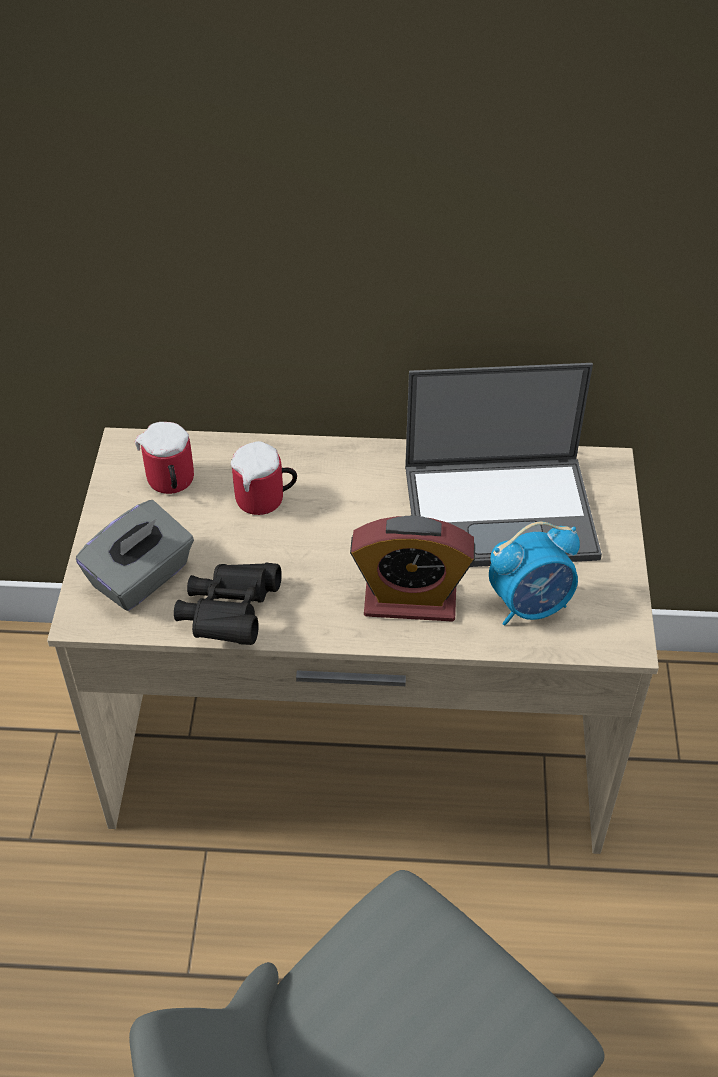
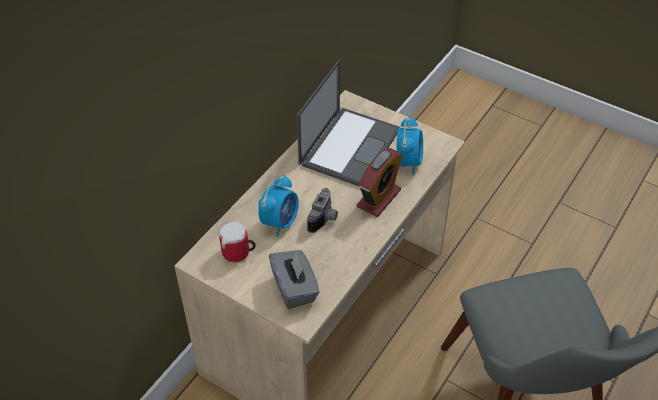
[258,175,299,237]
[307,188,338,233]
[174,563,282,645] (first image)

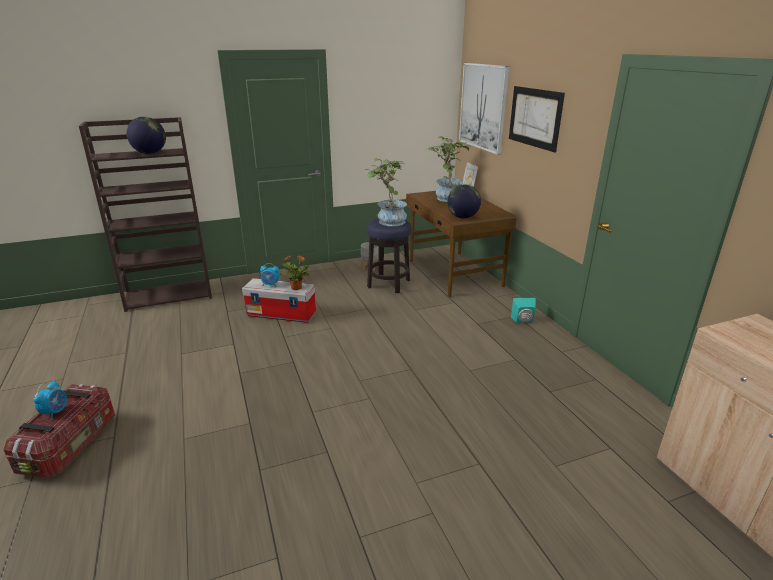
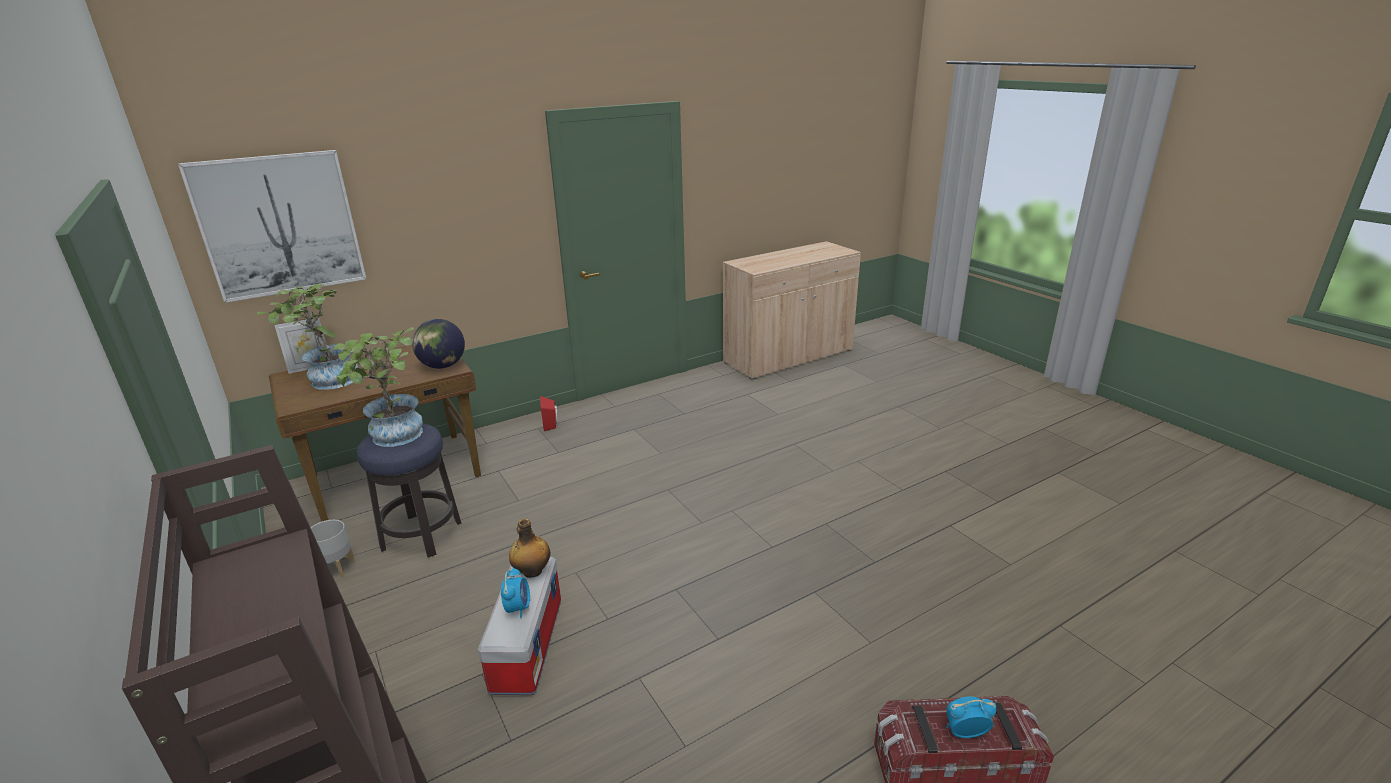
[509,518,550,578]
[540,396,557,431]
[126,117,166,154] (first image)
[509,86,565,153] (first image)

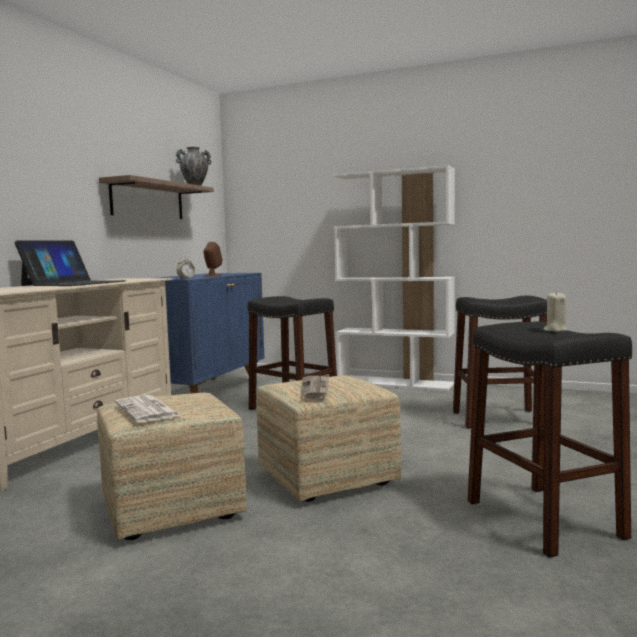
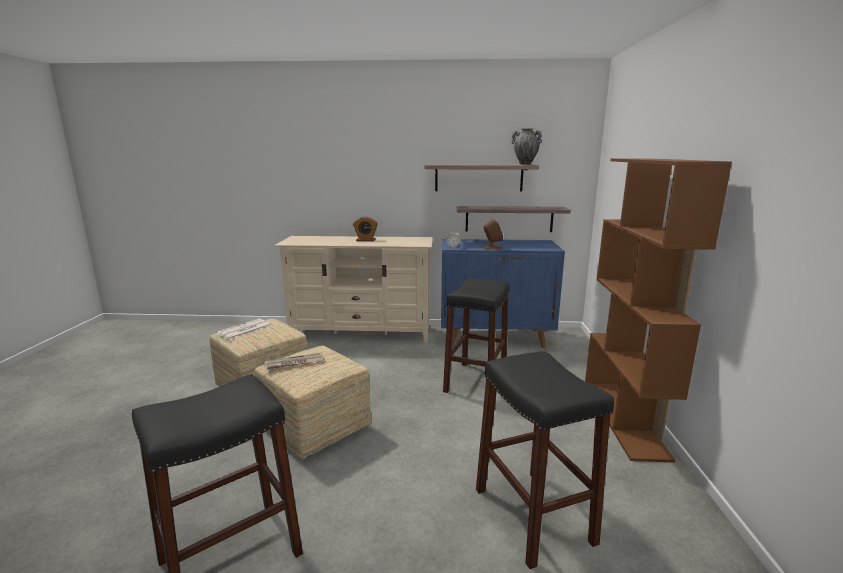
[353,216,378,241]
[457,206,571,232]
[585,158,732,462]
[544,291,567,332] (first image)

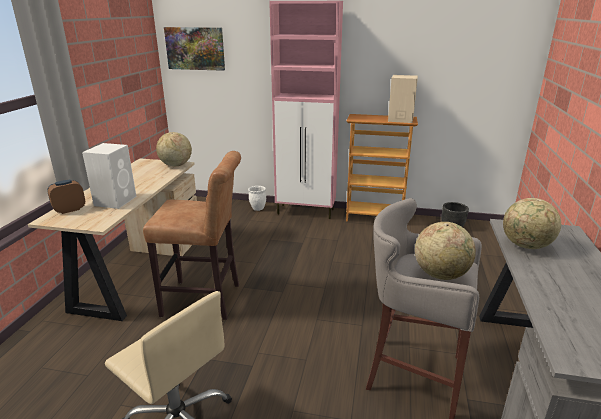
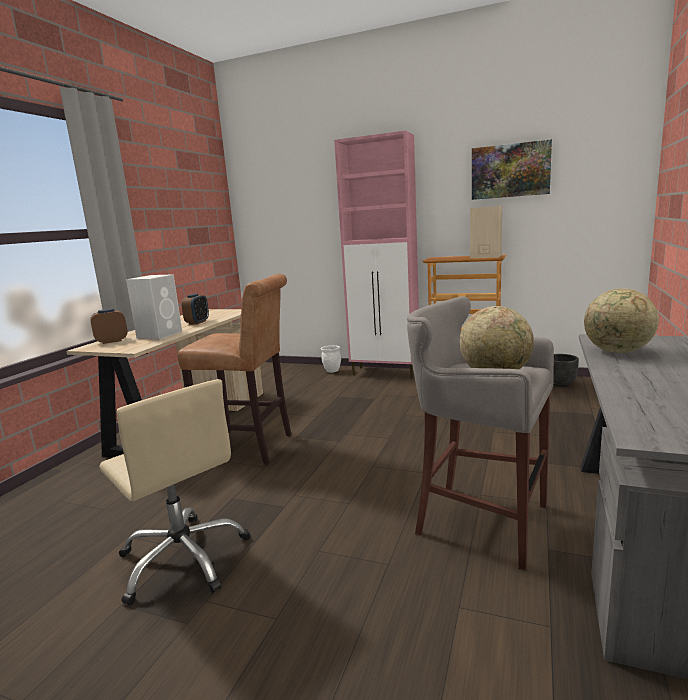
[182,294,209,324]
[472,139,552,200]
[156,132,192,166] (first image)

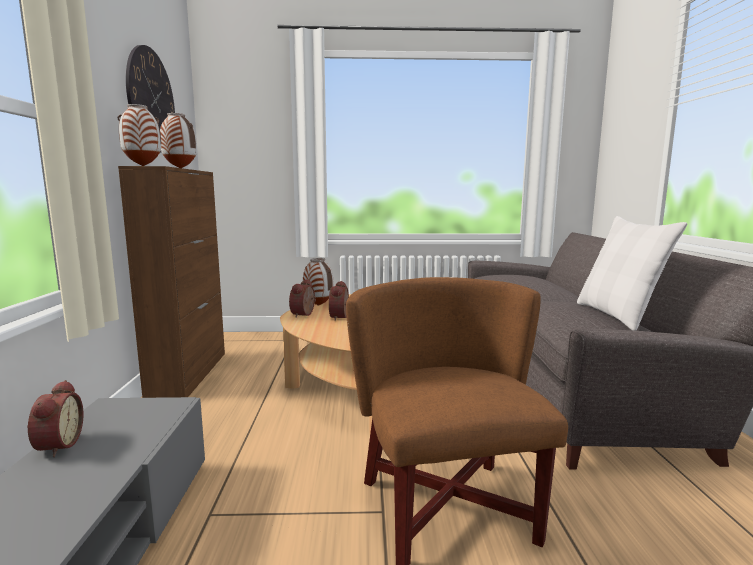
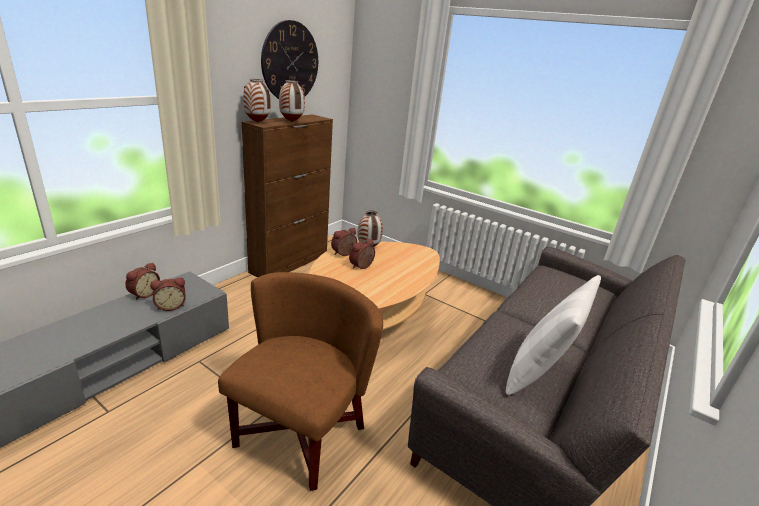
[150,278,186,311]

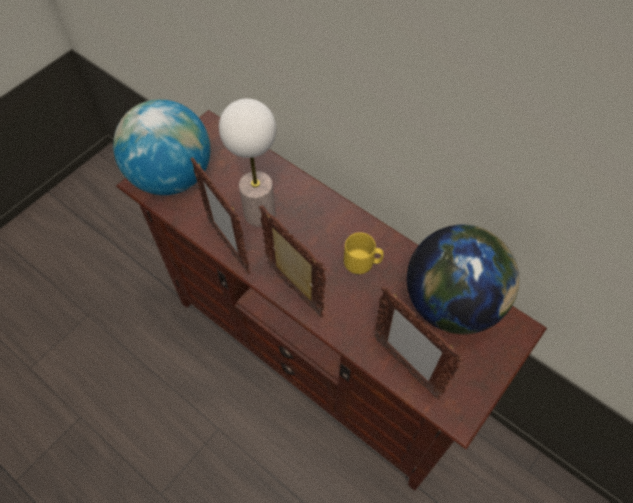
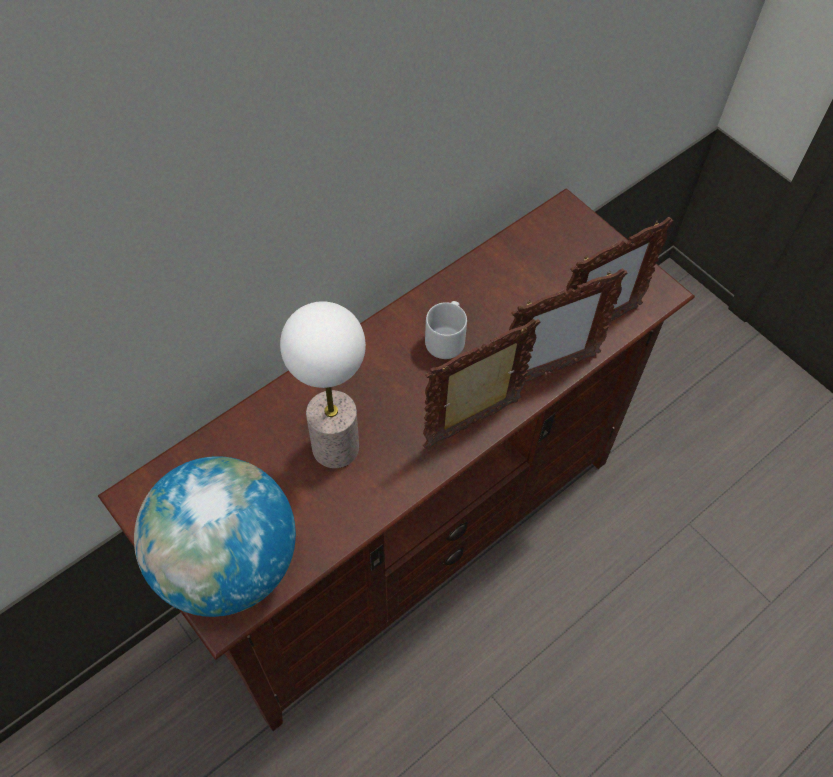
[425,301,467,359]
[509,268,627,382]
[407,225,519,334] (first image)

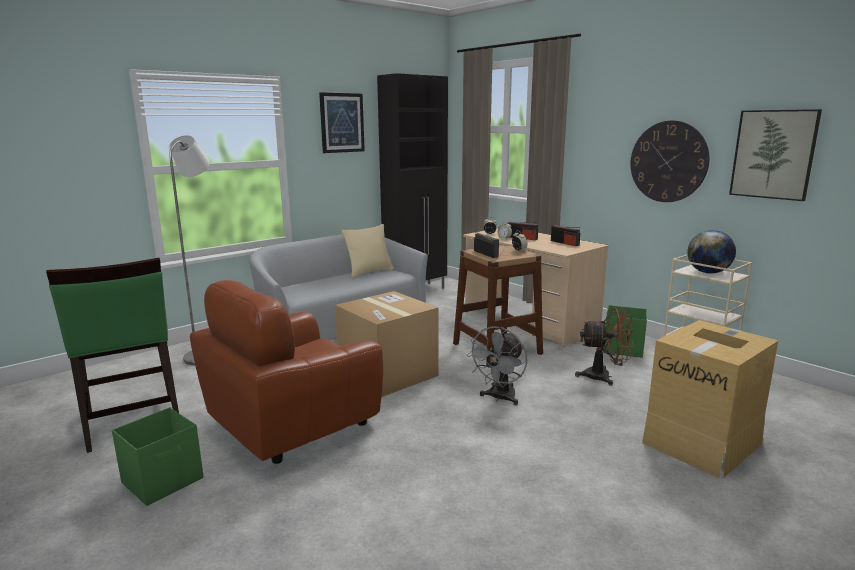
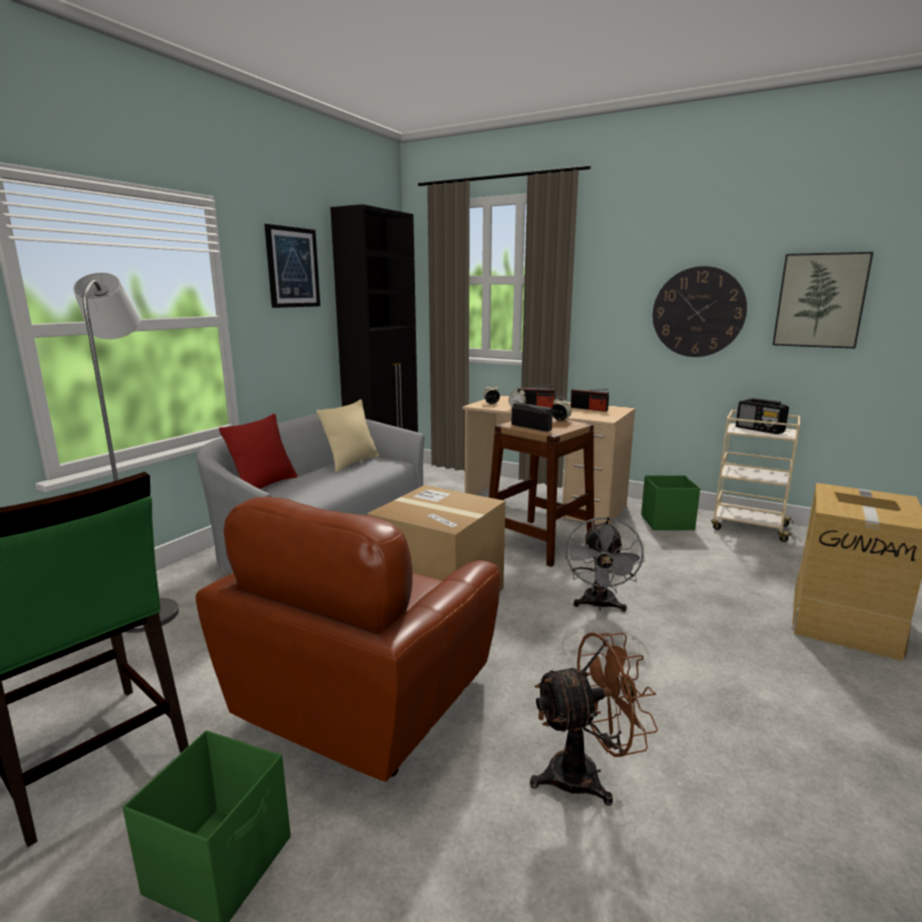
[219,414,297,489]
[530,632,658,806]
[736,398,789,434]

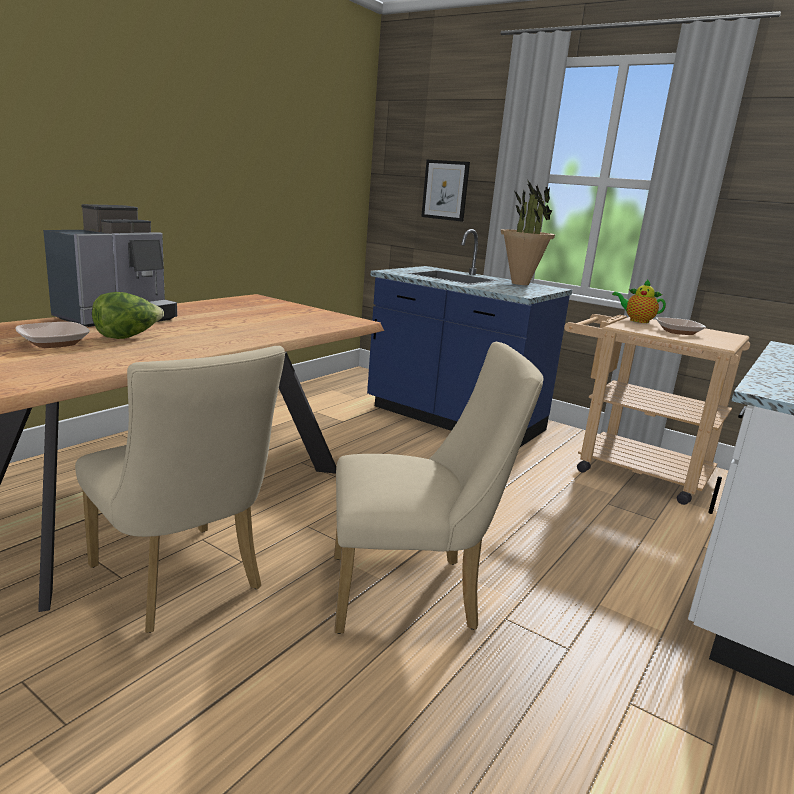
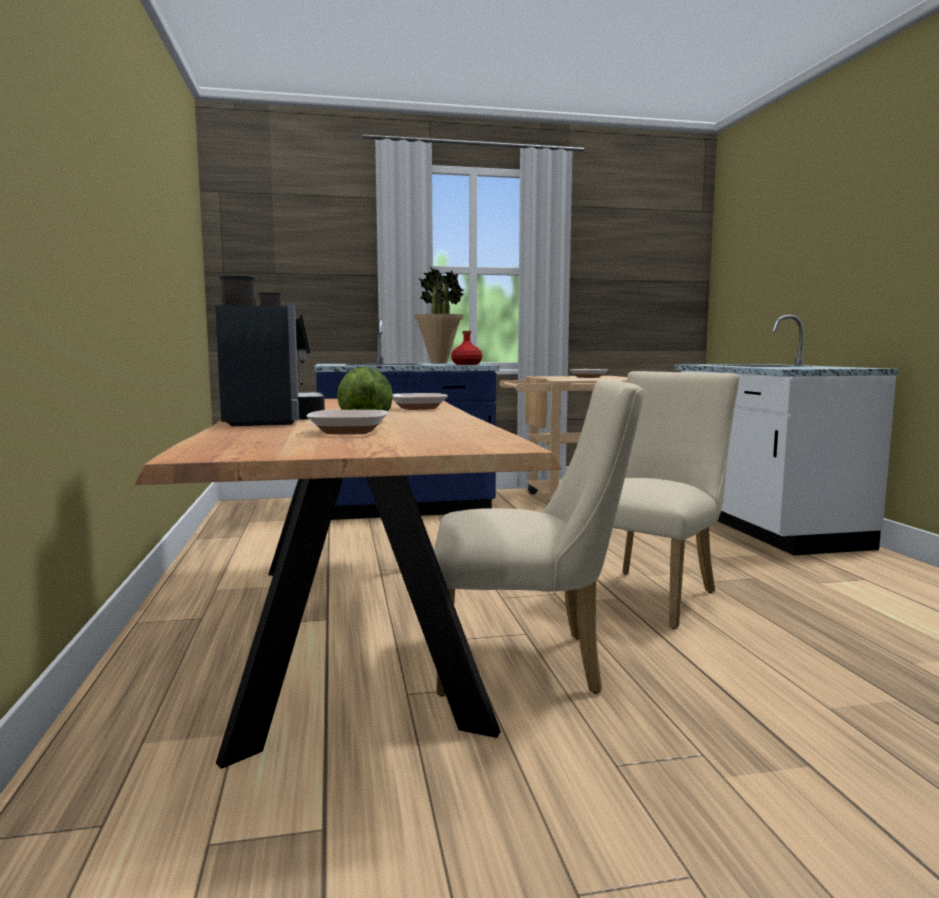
[393,393,448,410]
[451,330,482,365]
[421,160,470,222] (first image)
[612,279,666,323] (first image)

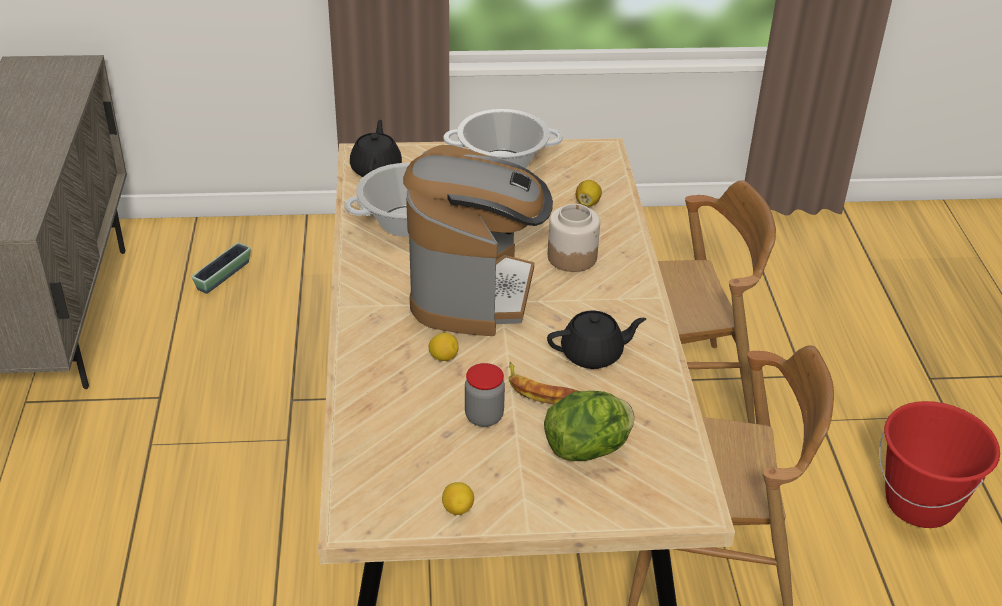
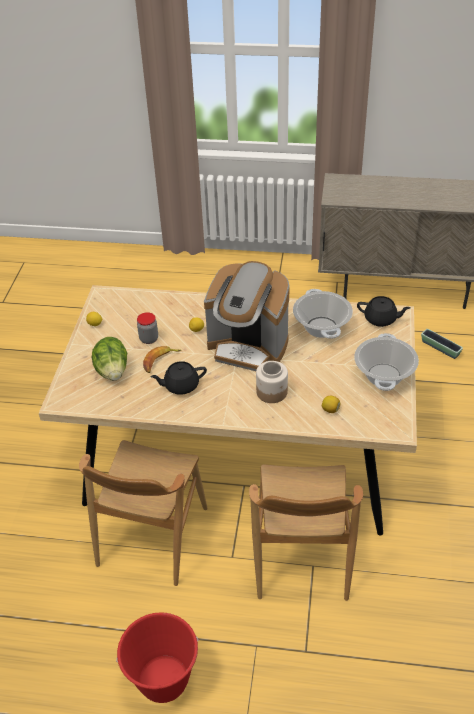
[150,361,207,395]

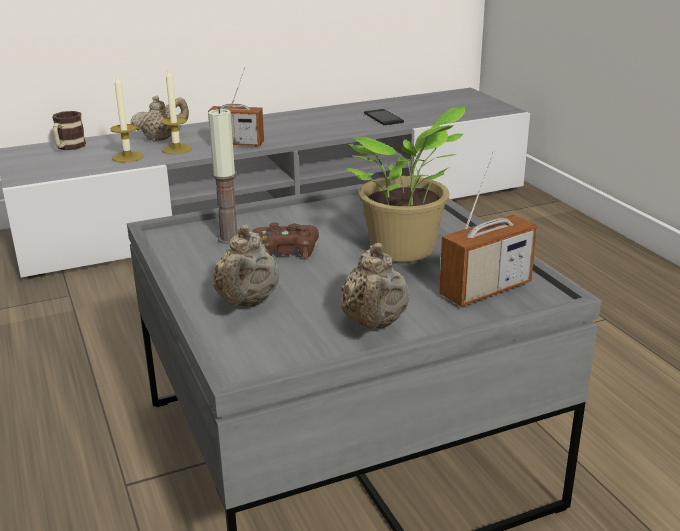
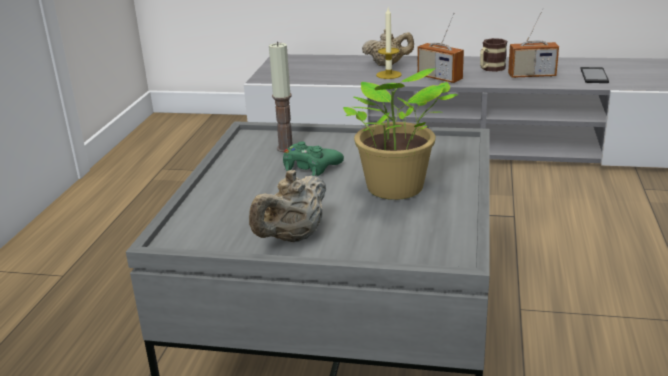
[283,142,344,176]
[480,38,507,72]
[508,8,559,78]
[110,76,143,163] (first image)
[213,225,279,306] (first image)

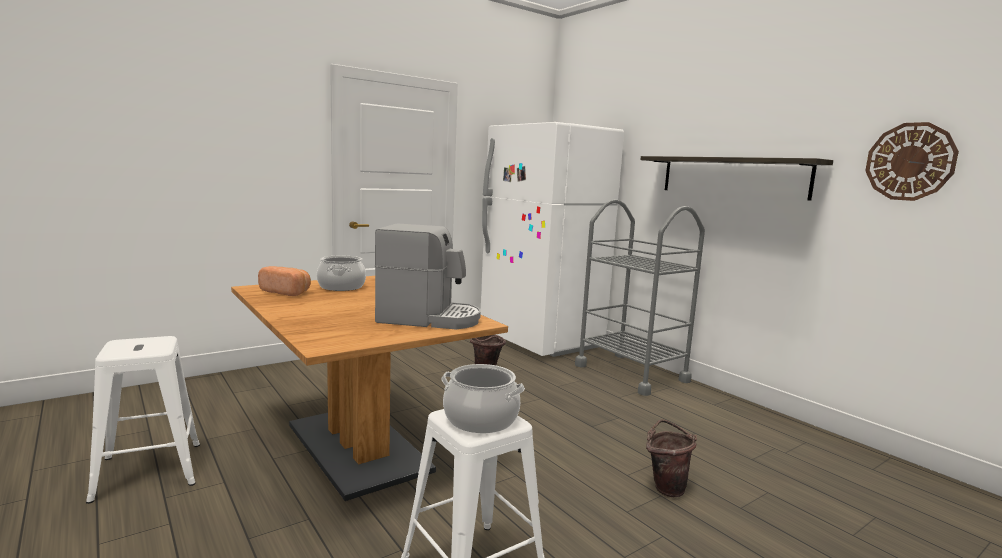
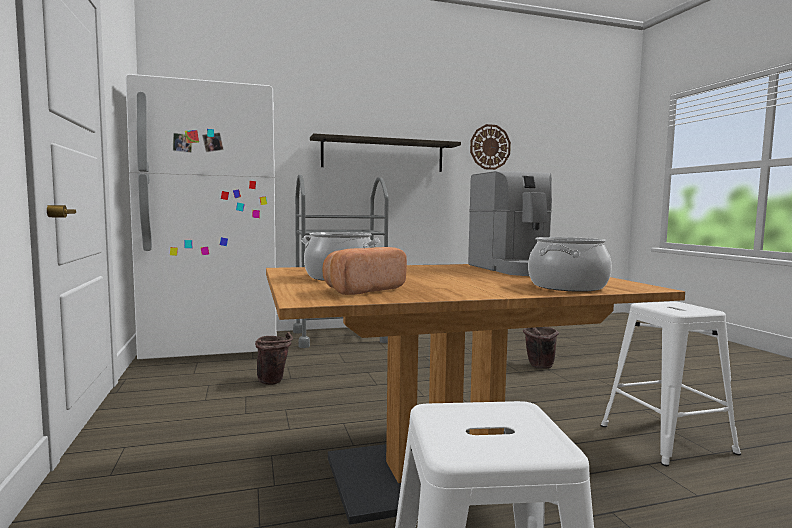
[468,171,552,276]
[528,237,612,292]

